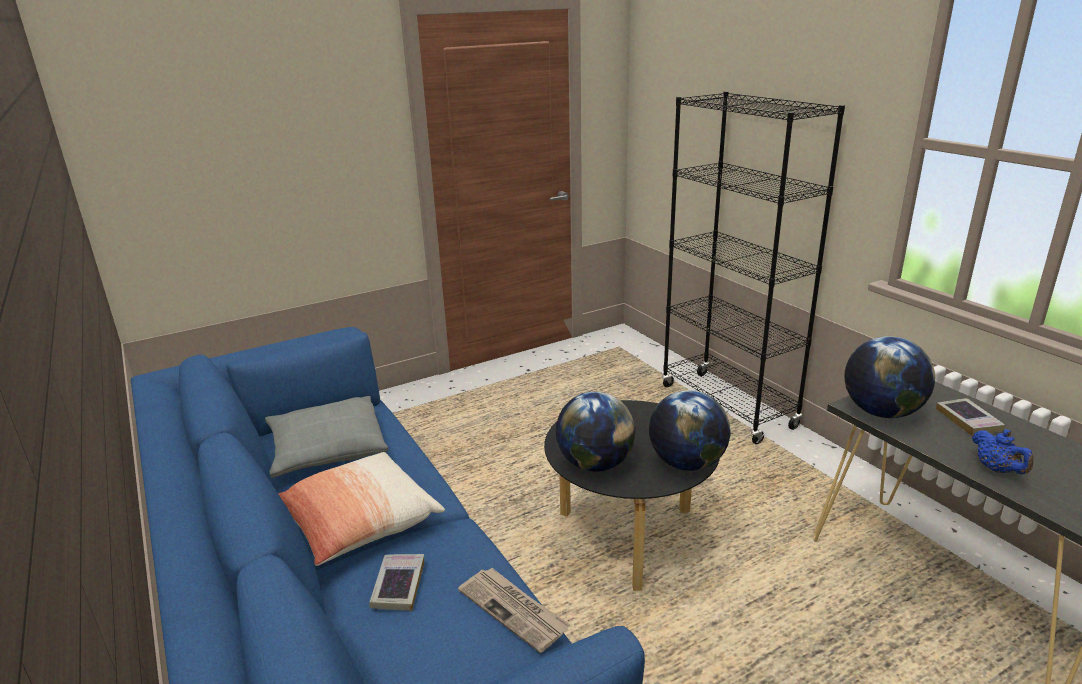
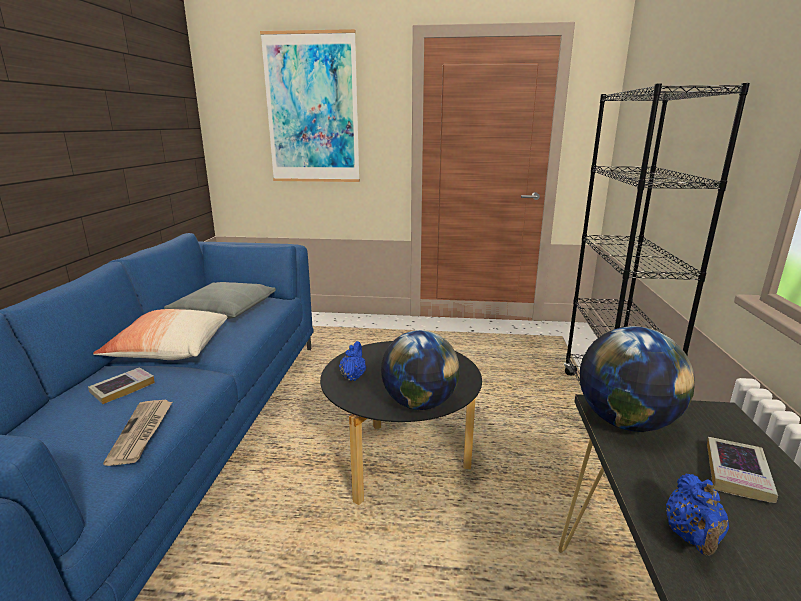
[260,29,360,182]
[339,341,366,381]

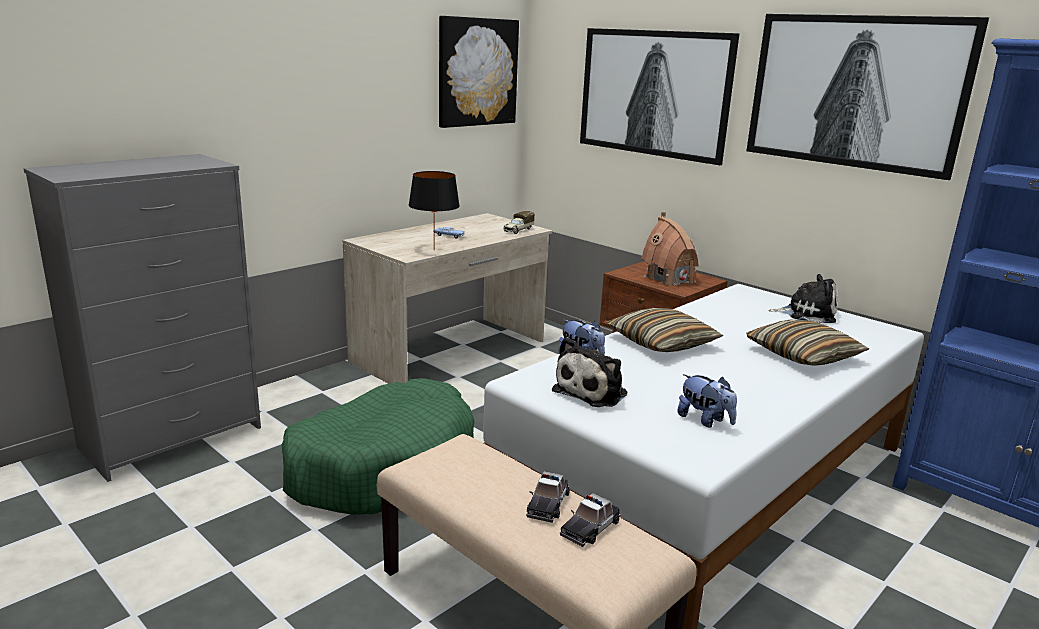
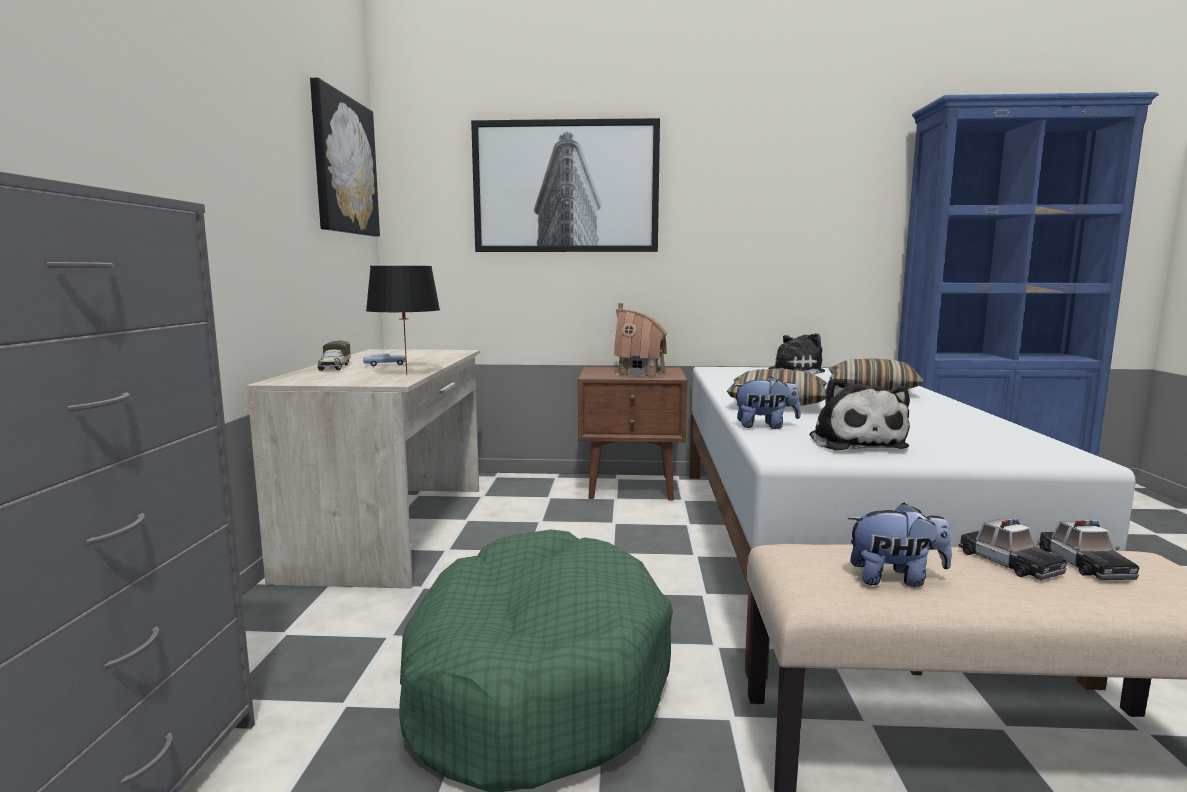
[318,340,351,371]
[848,503,952,587]
[747,14,989,180] (first image)

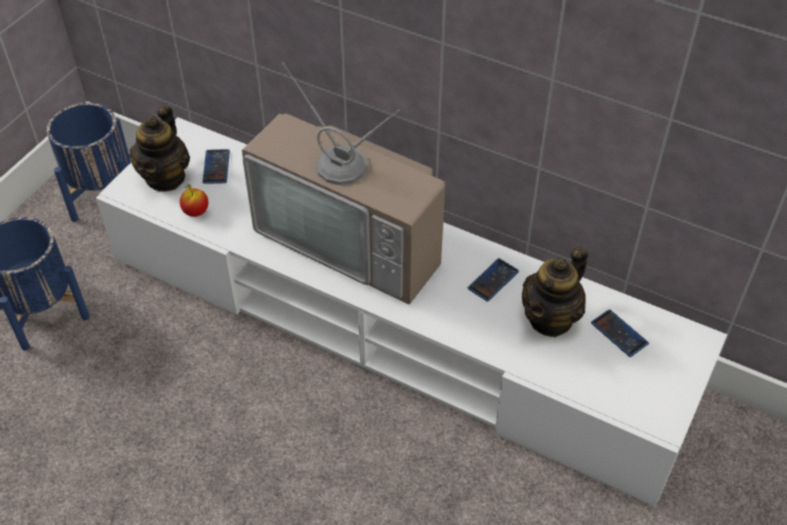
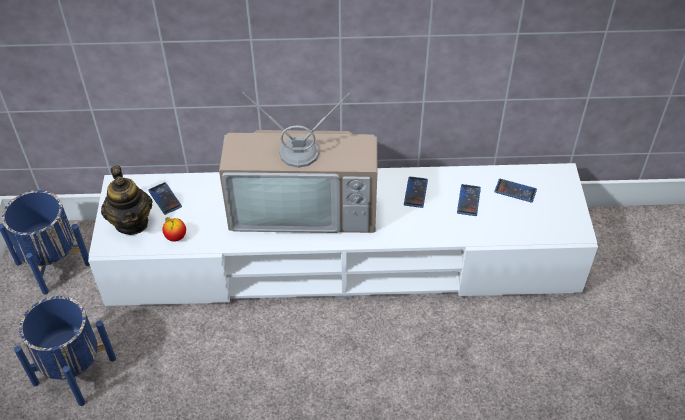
[457,184,481,216]

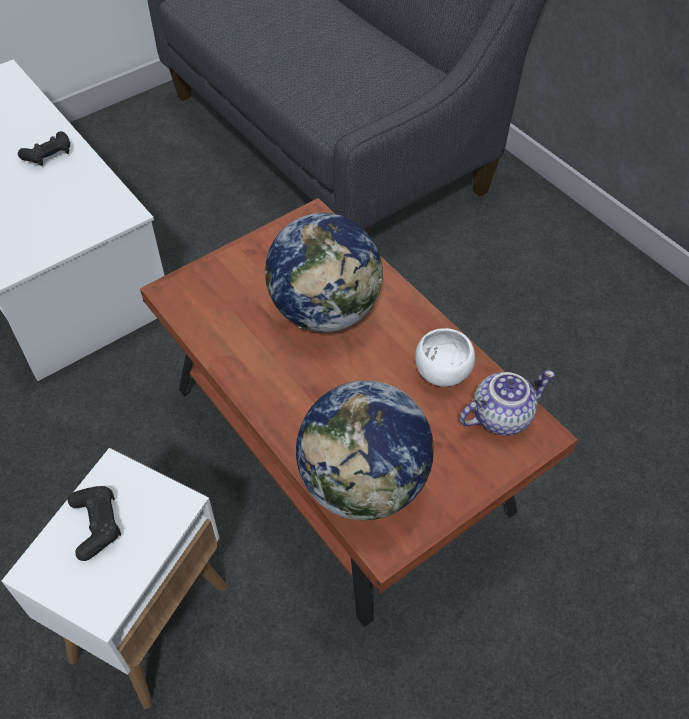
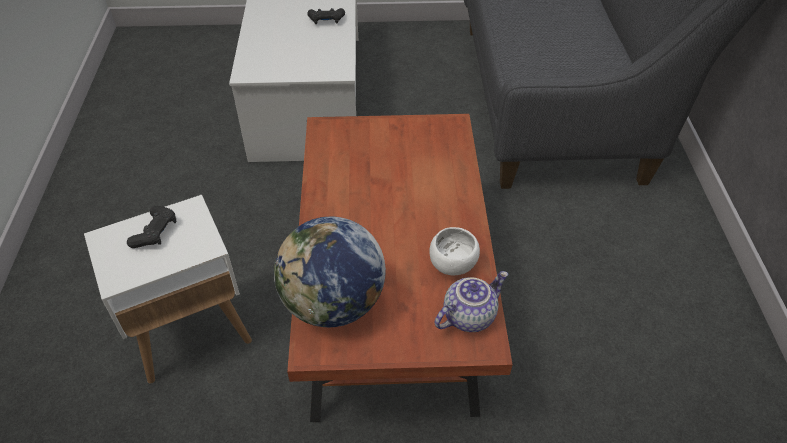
[435,271,508,332]
[265,213,383,332] (first image)

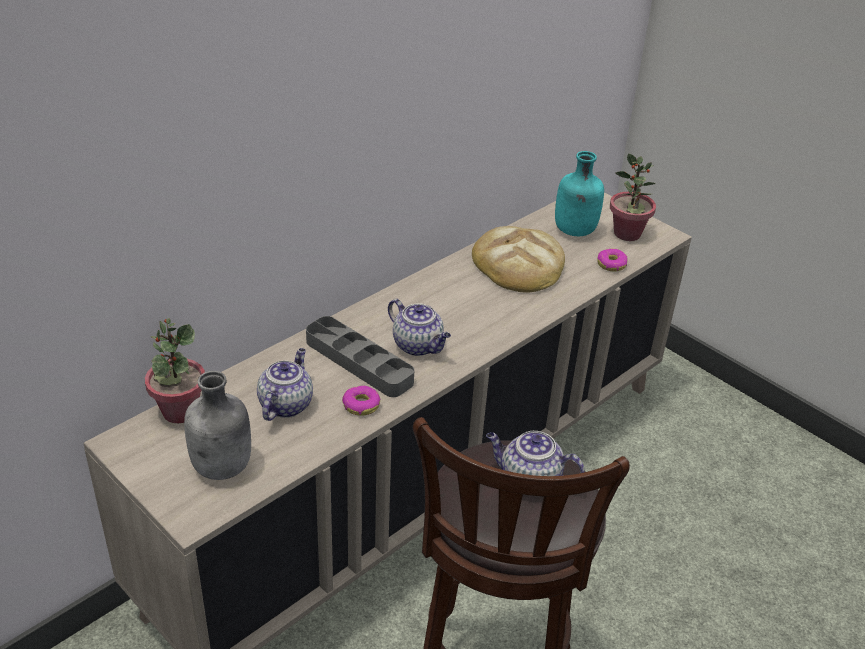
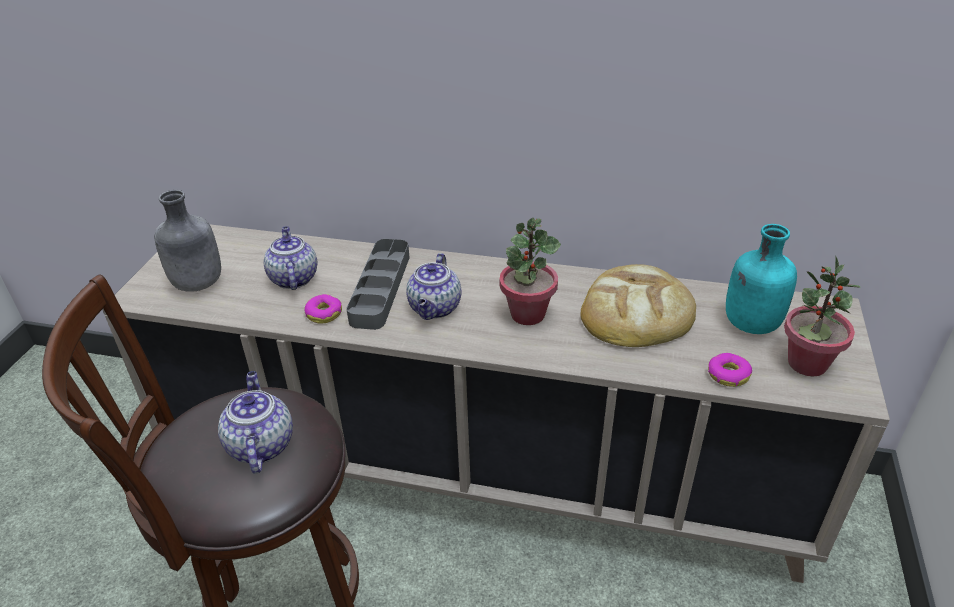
[264,226,317,290]
[499,218,561,325]

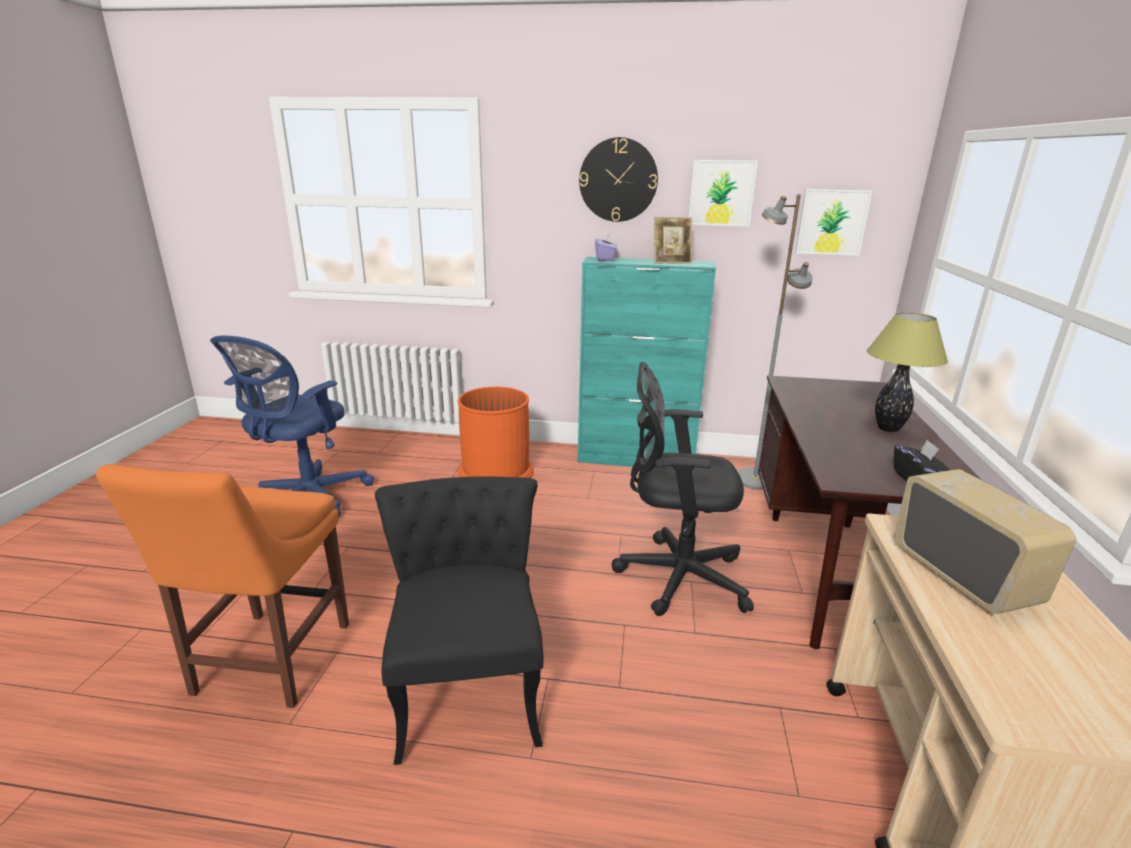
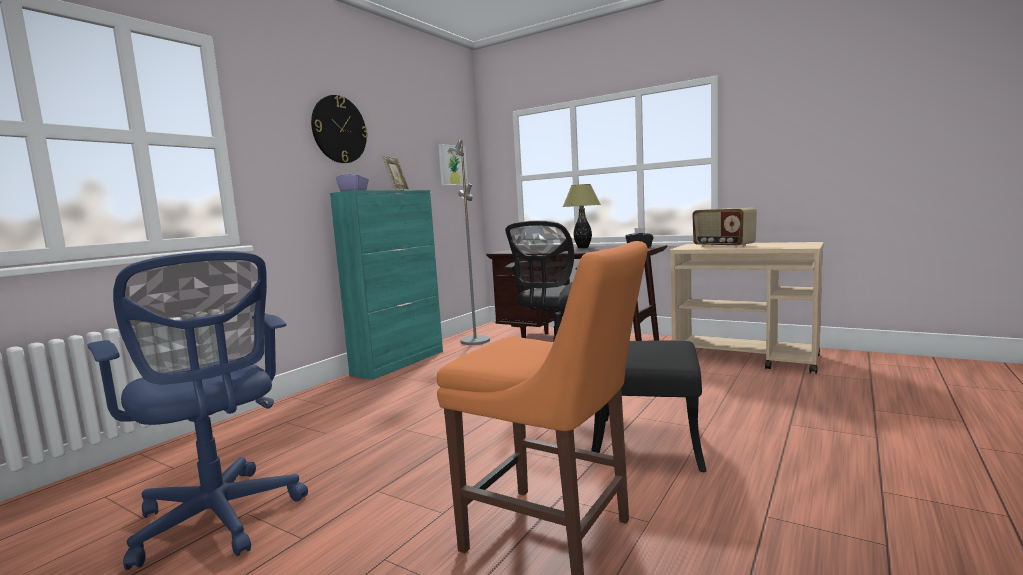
[692,208,757,248]
[458,387,534,478] (first image)
[688,160,758,226] (first image)

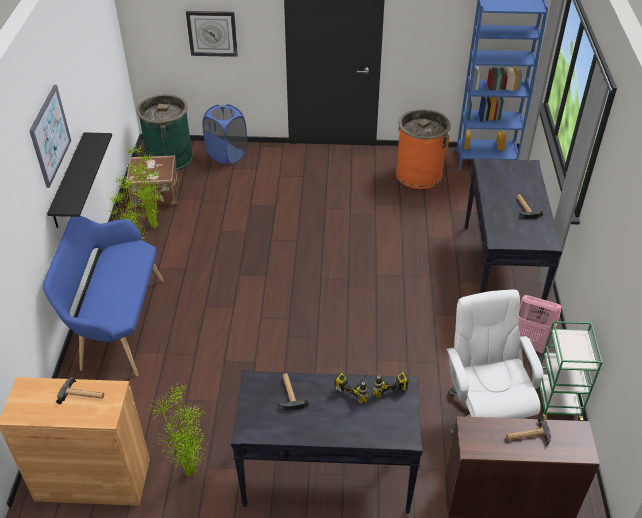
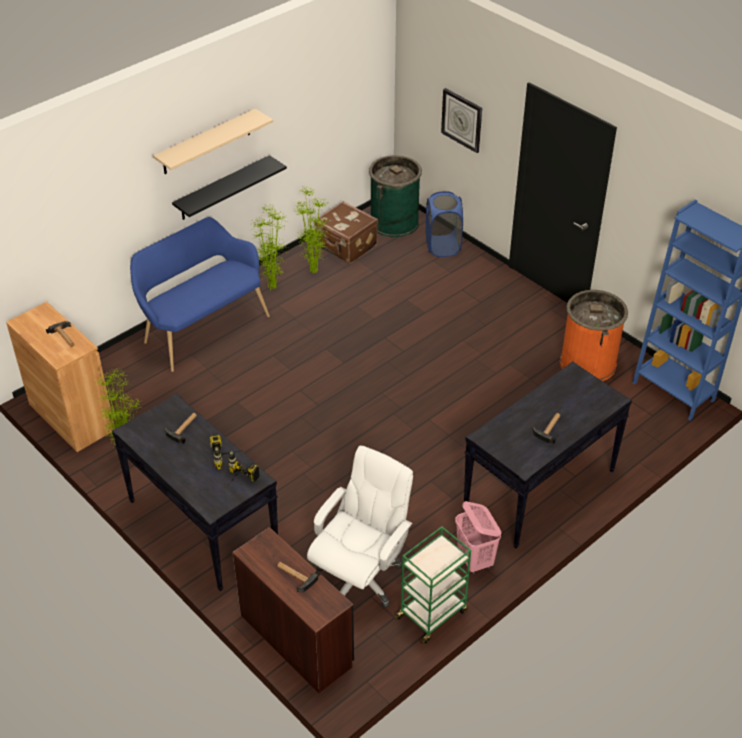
[153,109,273,174]

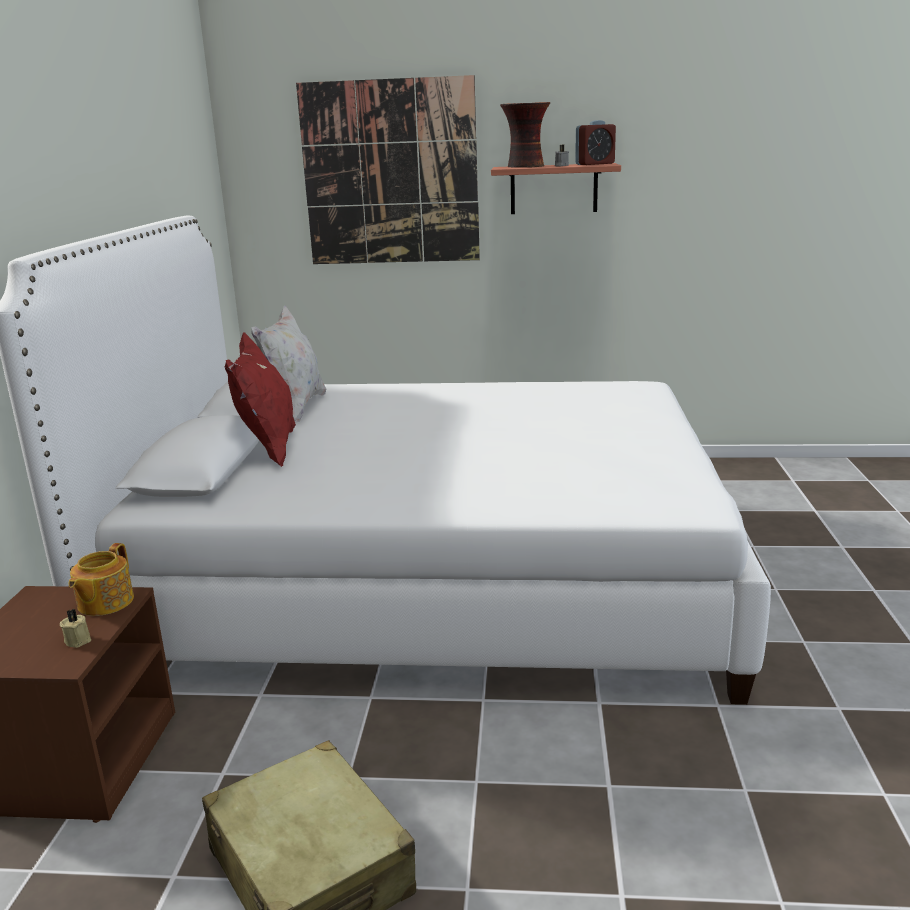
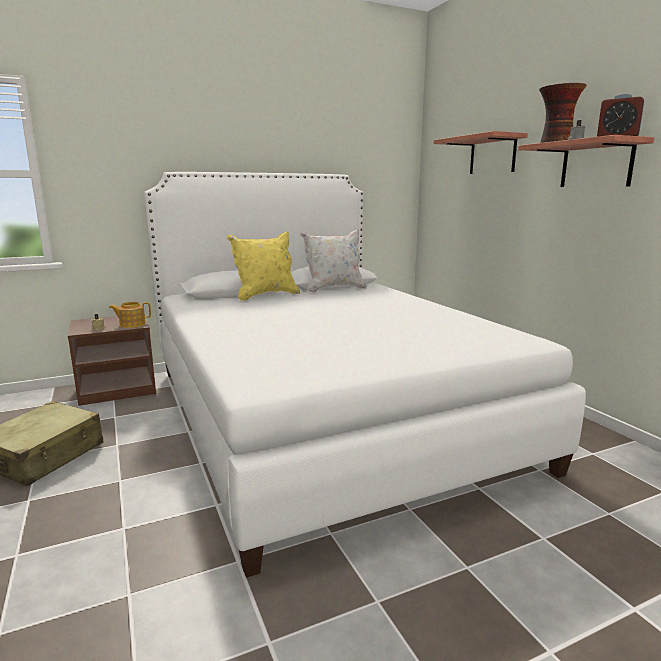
[227,231,300,301]
[434,131,528,174]

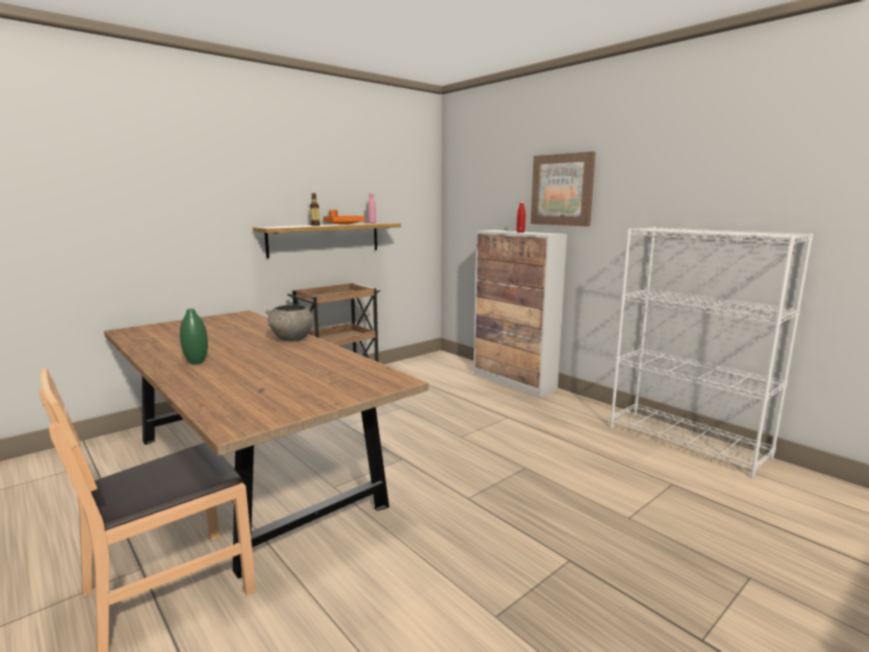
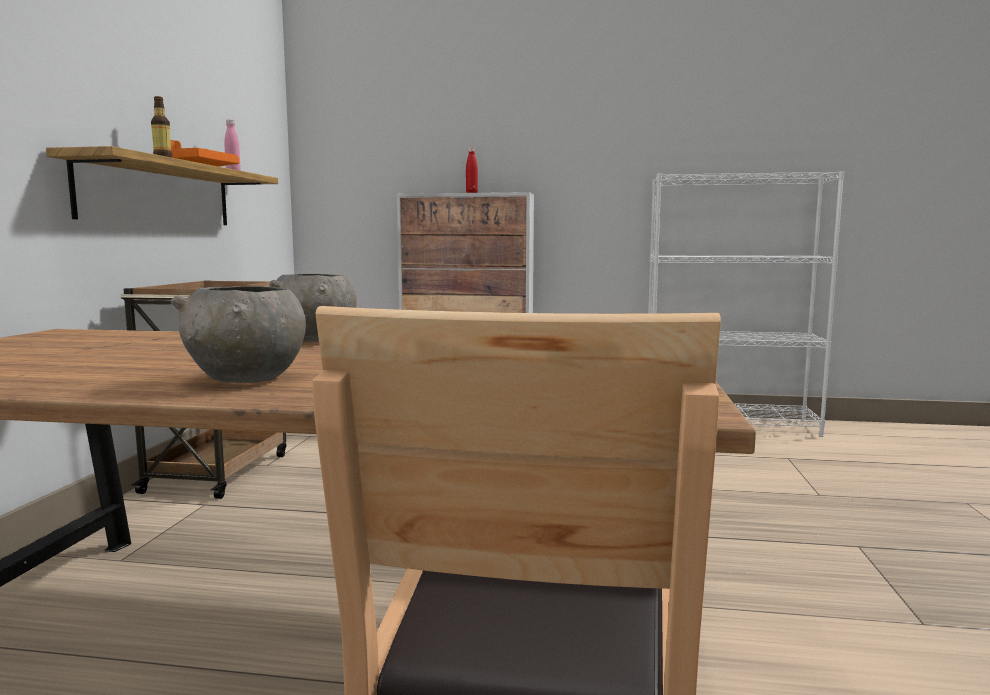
[171,286,306,383]
[531,151,595,226] (first image)

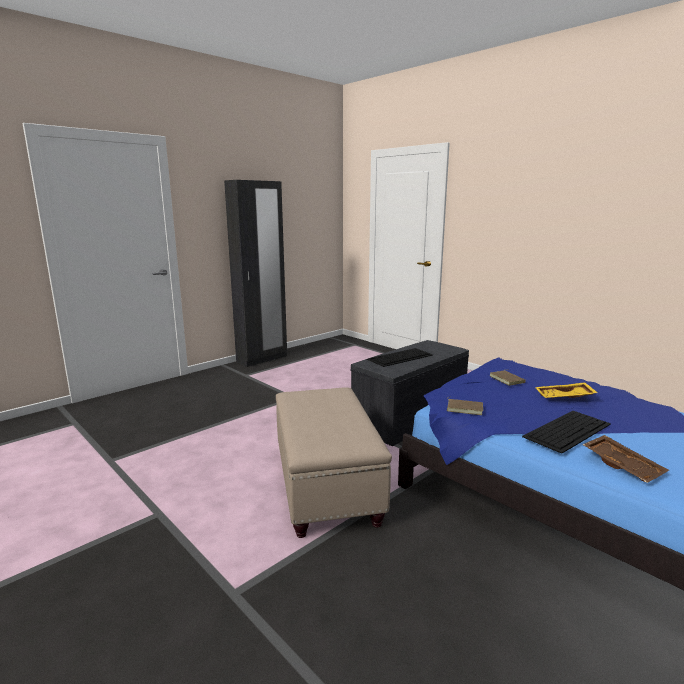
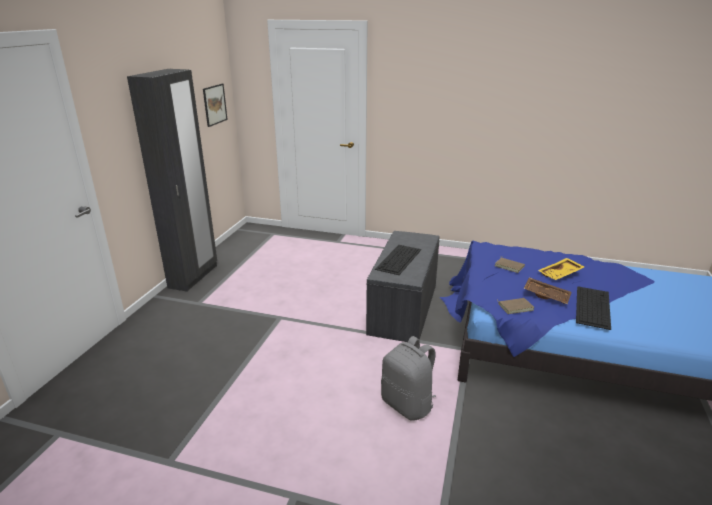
[203,84,228,127]
[381,336,436,421]
[524,277,572,304]

